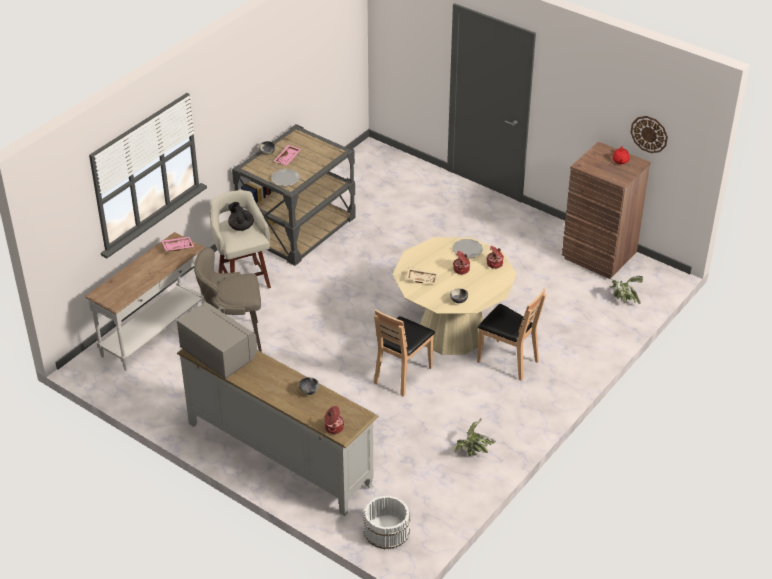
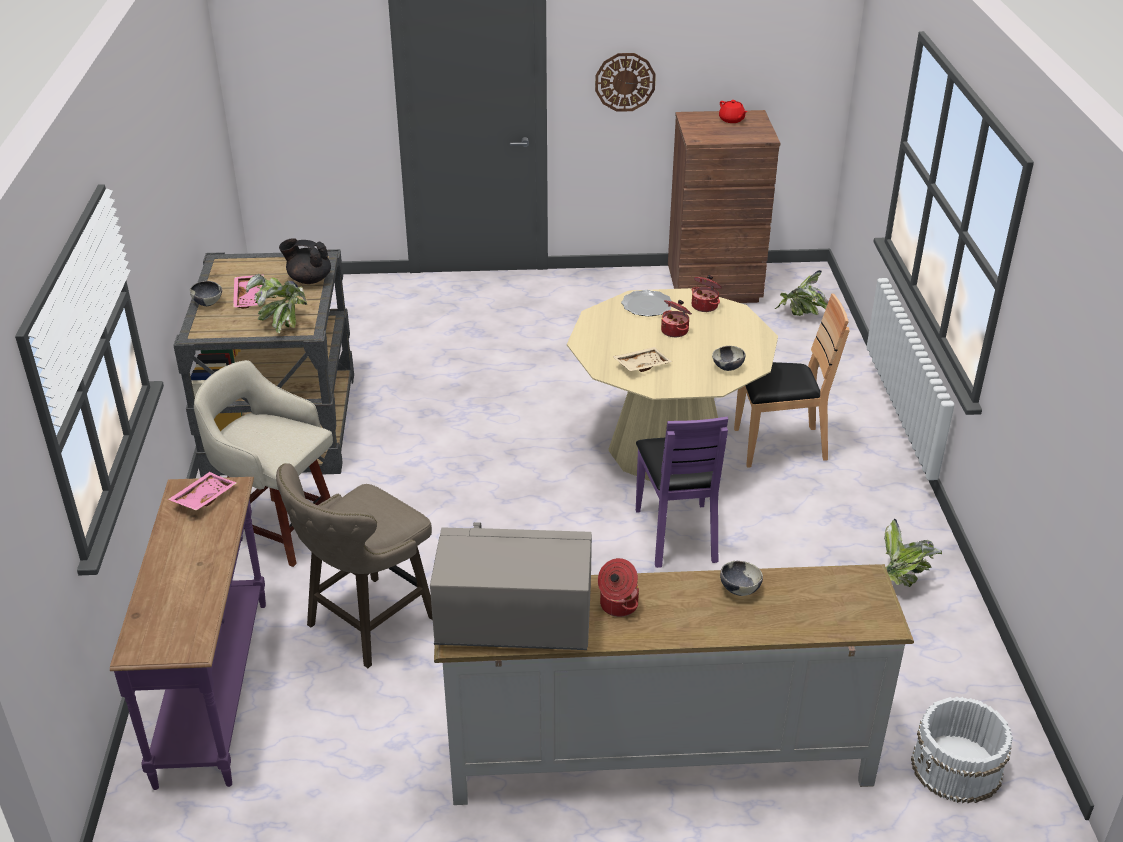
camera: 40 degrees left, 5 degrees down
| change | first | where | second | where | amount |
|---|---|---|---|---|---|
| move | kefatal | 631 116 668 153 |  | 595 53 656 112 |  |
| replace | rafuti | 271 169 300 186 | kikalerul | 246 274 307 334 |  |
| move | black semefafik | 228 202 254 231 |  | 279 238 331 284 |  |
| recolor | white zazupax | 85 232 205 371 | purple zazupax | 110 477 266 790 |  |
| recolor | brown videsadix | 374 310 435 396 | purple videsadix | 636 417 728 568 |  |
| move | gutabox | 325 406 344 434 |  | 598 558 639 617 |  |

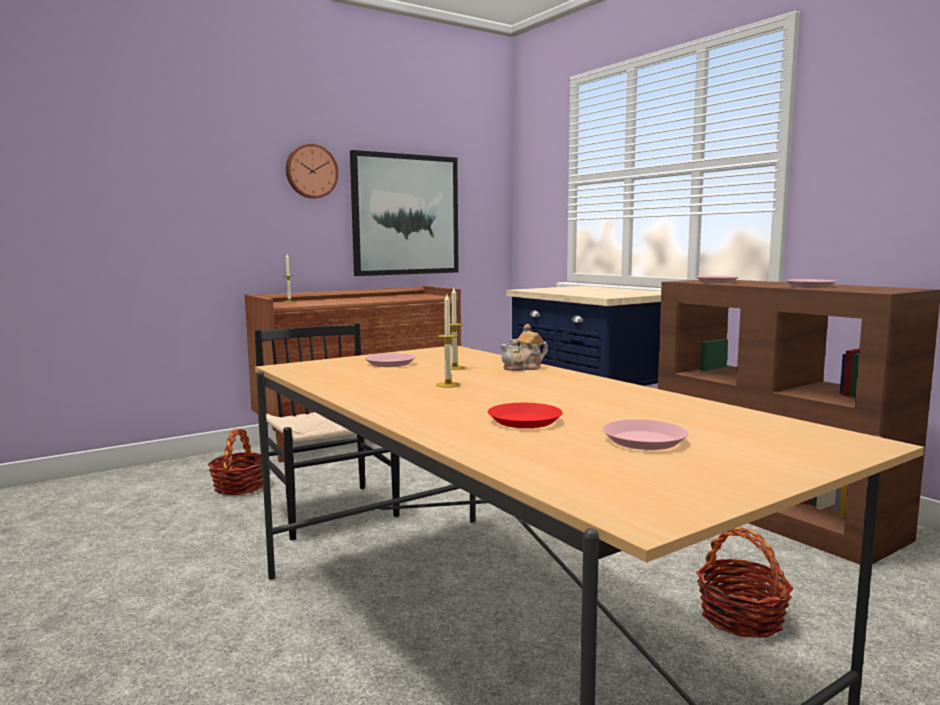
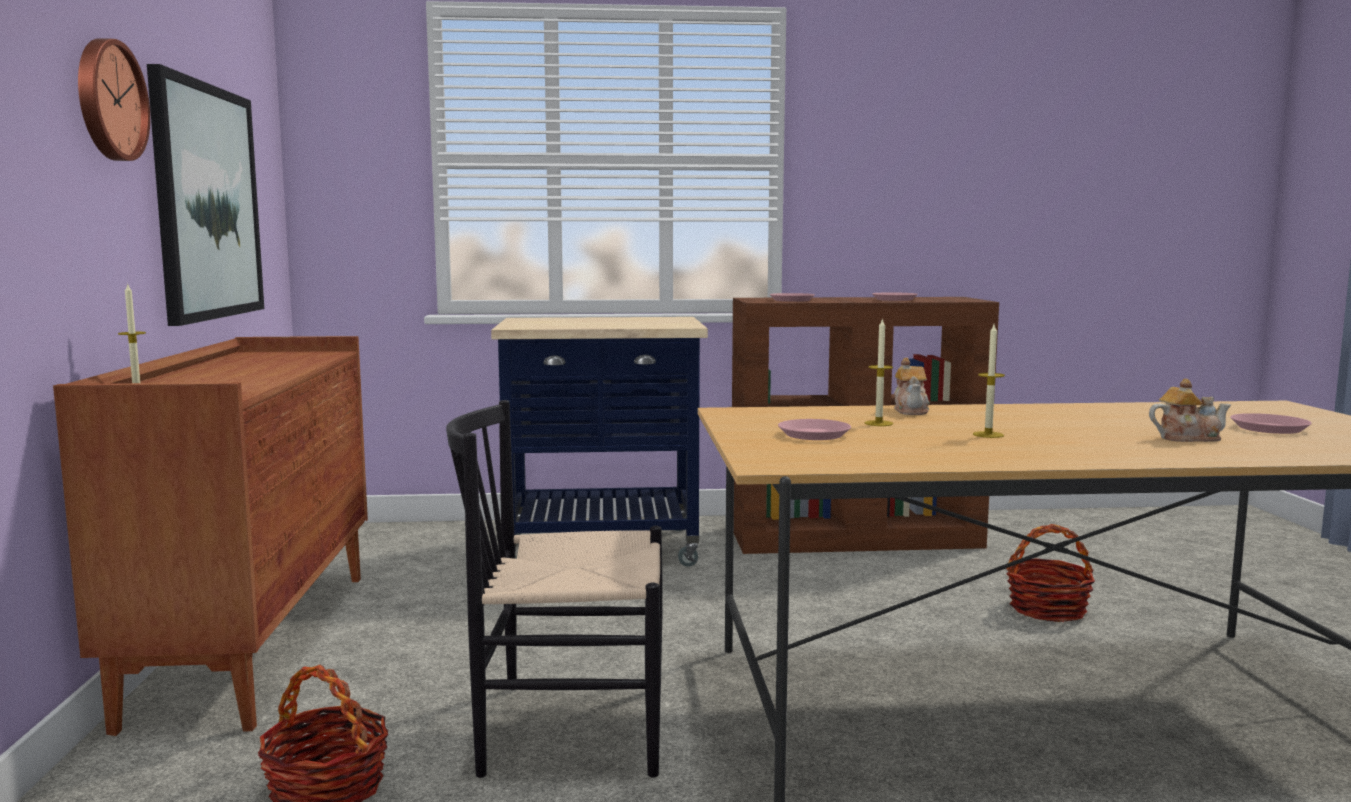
camera: 60 degrees left, 0 degrees up
| change | first | where | second | where | amount |
|---|---|---|---|---|---|
| replace | red rafuti | 488 403 563 428 | semefafik | 1149 379 1231 442 |  |

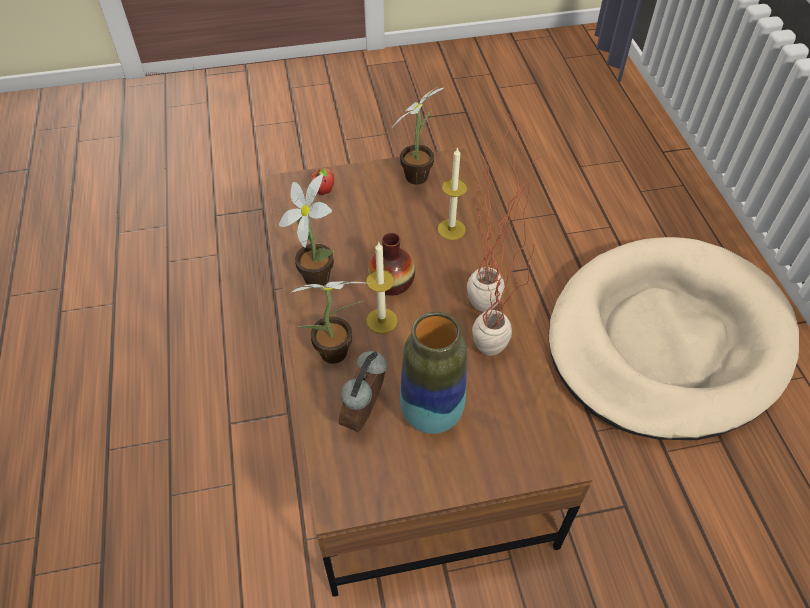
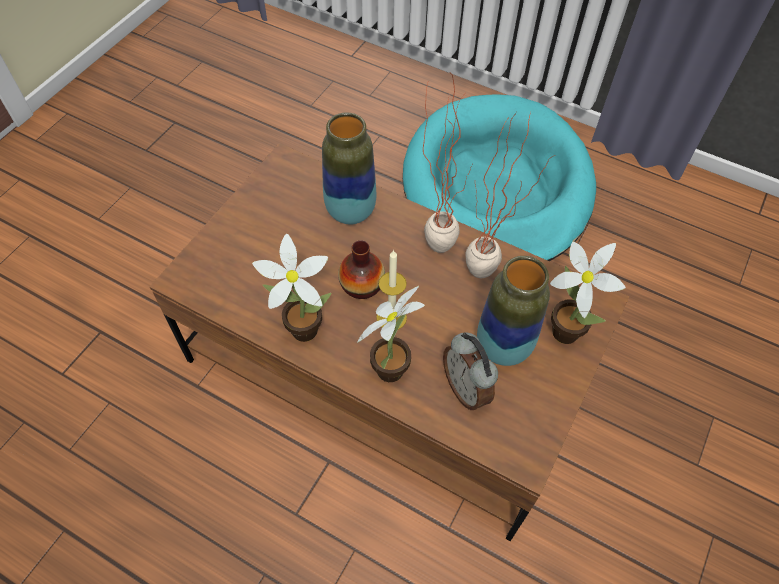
camera: 50 degrees left, 5 degrees up
| change | first | where | second | where | amount |
|---|---|---|---|---|---|
| move | kikalerul | 391 88 443 185 |  | 550 242 626 344 |  |
| replace | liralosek | 438 147 467 240 | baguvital | 322 113 376 225 |  |
| delete | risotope | 311 168 334 195 |  |  |  |
| recolor | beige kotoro | 549 237 799 440 | turquoise kotoro | 403 94 596 261 |  |

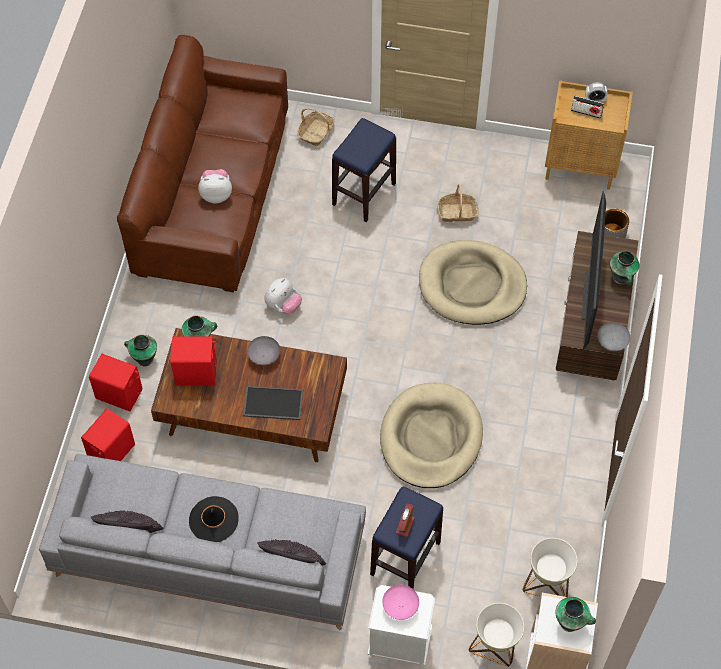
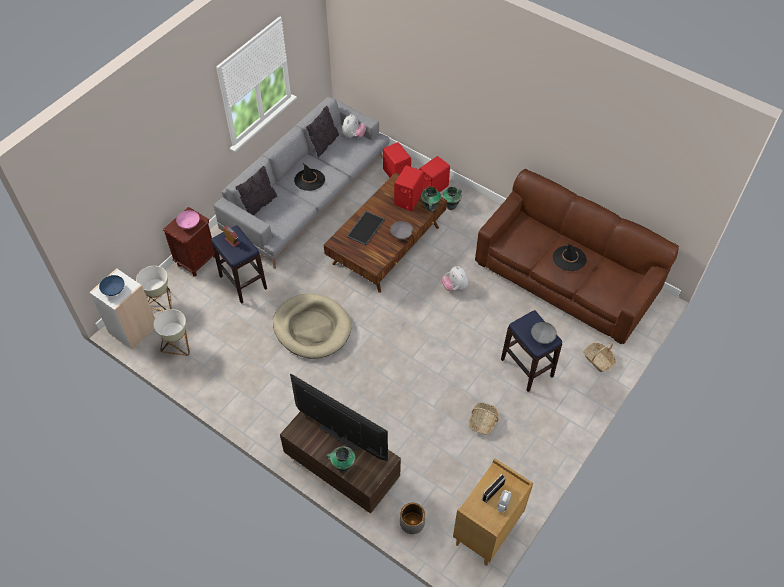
camera: 115 degrees right, 5 degrees down
| change | first | where | second | where | amount |
|---|---|---|---|---|---|
| move | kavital | 198 169 232 204 |  | 342 114 366 138 |  |
| delete | beige kotoro | 419 240 527 325 |  |  |  |
| move | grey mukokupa | 597 322 631 351 |  | 531 322 557 344 |  |
| recolor | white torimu | 368 585 435 666 | brown torimu | 163 207 215 276 |  |
| replace | baguvital | 555 597 596 632 | blue mukokupa | 99 275 124 296 |  |
| insert |  |  | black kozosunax | 553 243 586 271 |  |

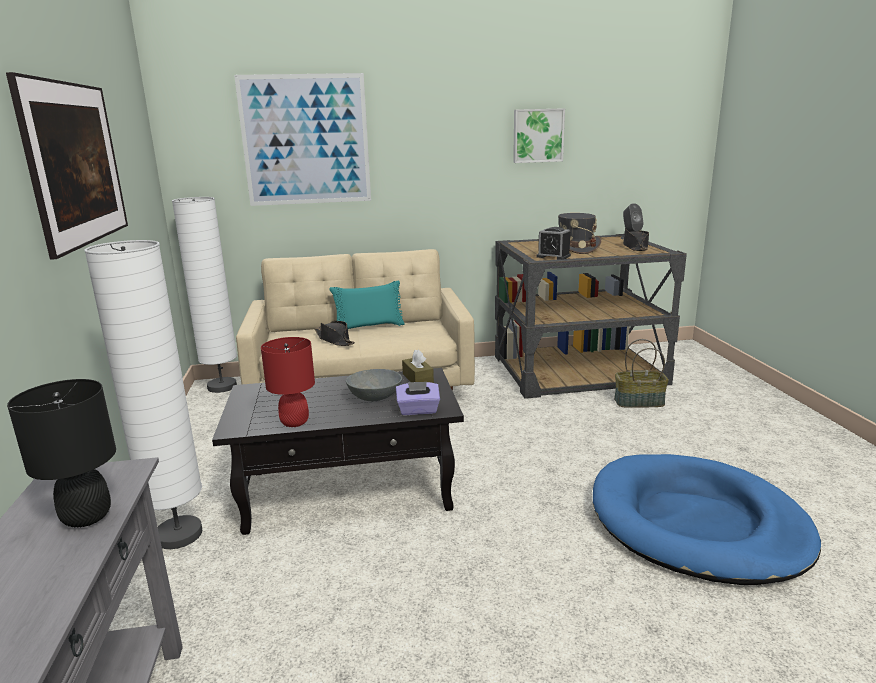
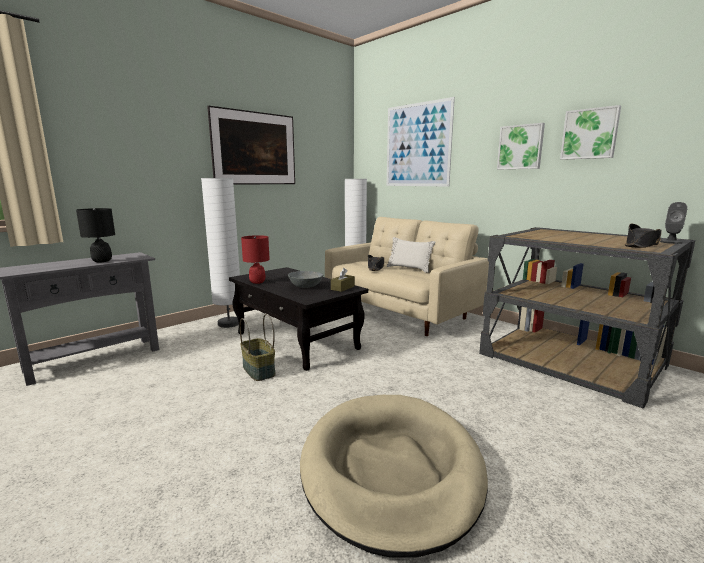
camera: 55 degrees right, 5 degrees down
| change | first | where | second | where | amount |
|---|---|---|---|---|---|
| delete | grey kozosunax | 558 213 602 254 |  |  |  |
| delete | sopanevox | 537 227 571 260 |  |  |  |
| recolor | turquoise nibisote | 329 281 405 329 | white nibisote | 387 237 435 273 |  |
| move | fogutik | 614 339 669 408 |  | 240 314 275 381 |  |
| delete | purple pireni | 396 382 440 415 |  |  |  |
| recolor | blue kotoro | 593 454 821 585 | beige kotoro | 300 395 488 558 |  |
| insert |  |  | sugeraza | 497 123 545 169 |  |

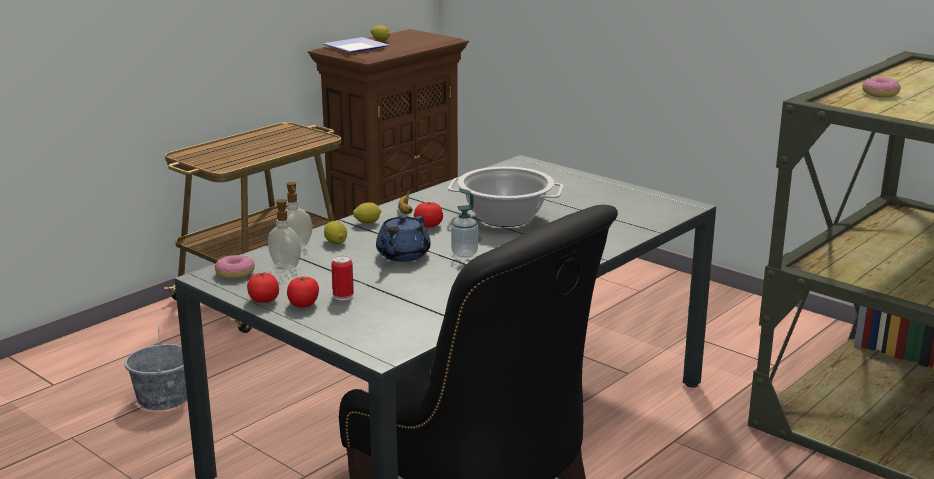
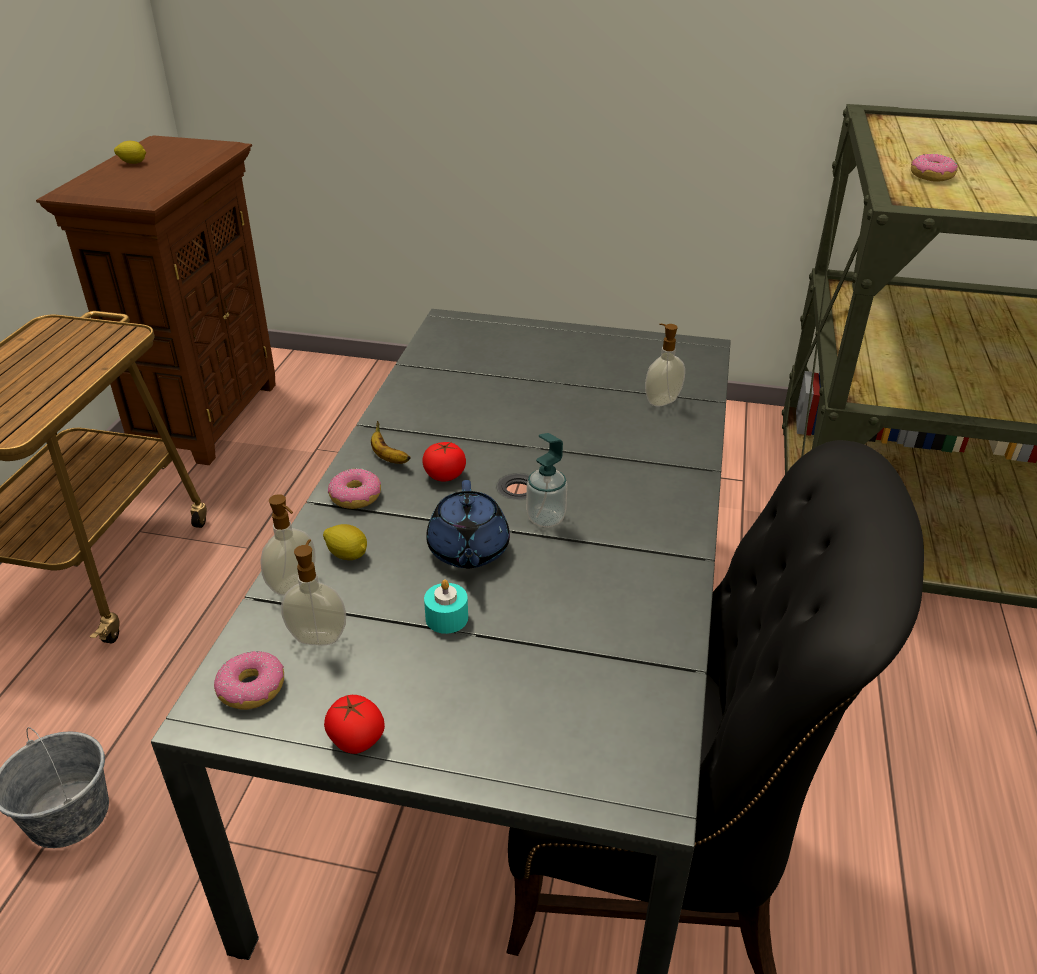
camera: 30 degrees left, 15 degrees up
| change | first | where | second | where | amount |
|---|---|---|---|---|---|
| delete | rafuti | 324 37 389 52 |  |  |  |
| delete | gutabox | 448 167 564 227 |  |  |  |
| replace | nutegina | 353 202 381 224 | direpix | 328 468 381 509 |  |
| delete | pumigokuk | 331 256 354 300 |  |  |  |
| delete | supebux | 287 276 319 308 |  |  |  |
| insert |  |  | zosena | 645 324 685 407 |  |
| insert |  |  | turquoise liralosek | 424 580 468 634 |  |

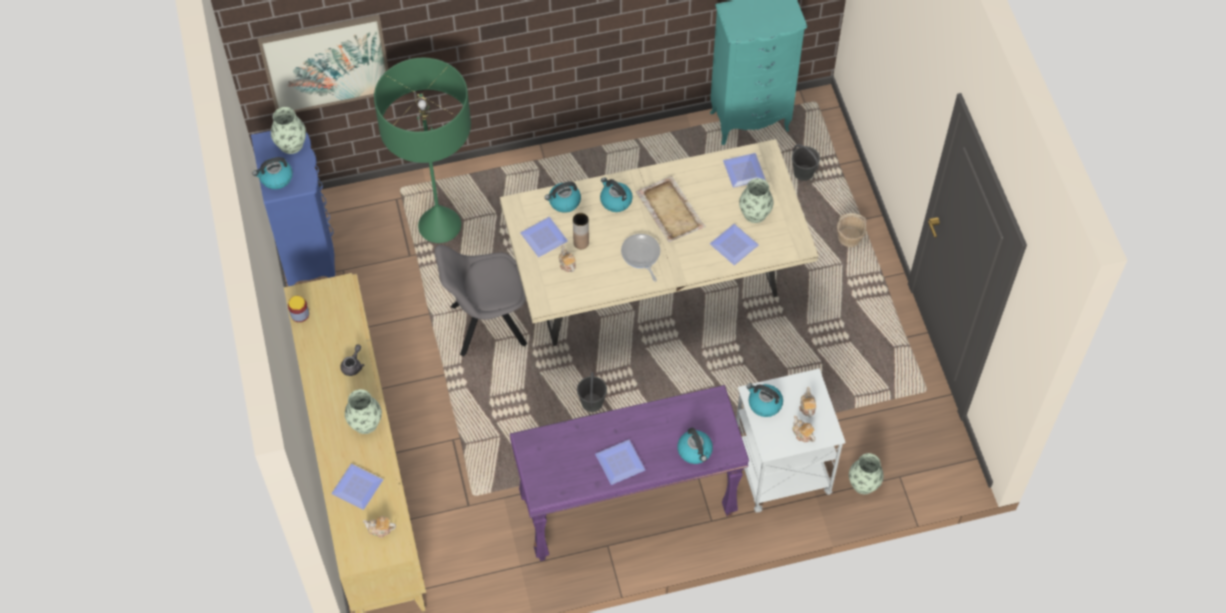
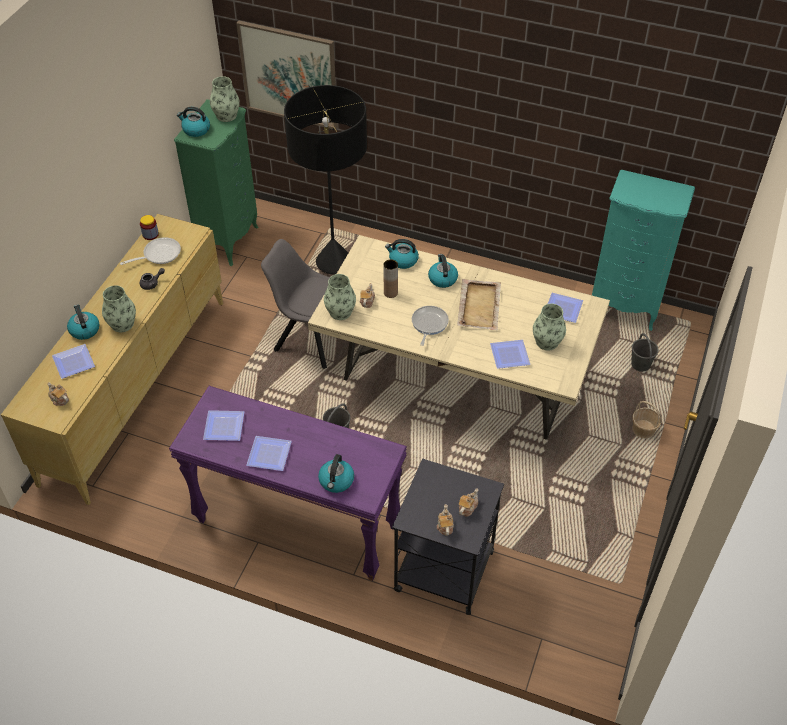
camera: 35 degrees right, 10 degrees down
| change | first | where | second | where | amount |
|---|---|---|---|---|---|
| recolor | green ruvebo | 374 58 471 243 | black ruvebo | 284 85 367 274 |  |
| recolor | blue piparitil | 251 131 335 286 | green piparitil | 174 99 258 266 |  |
| move | rafuti | 520 217 568 257 |  | 203 410 244 441 |  |
| recolor | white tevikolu | 736 368 846 512 | black tevikolu | 392 459 504 615 |  |
| move | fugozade | 746 383 783 417 |  | 67 304 100 340 |  |
| move | baguvital | 849 453 884 494 |  | 324 274 356 320 |  |
| insert |  |  | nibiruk | 120 237 181 265 |  |

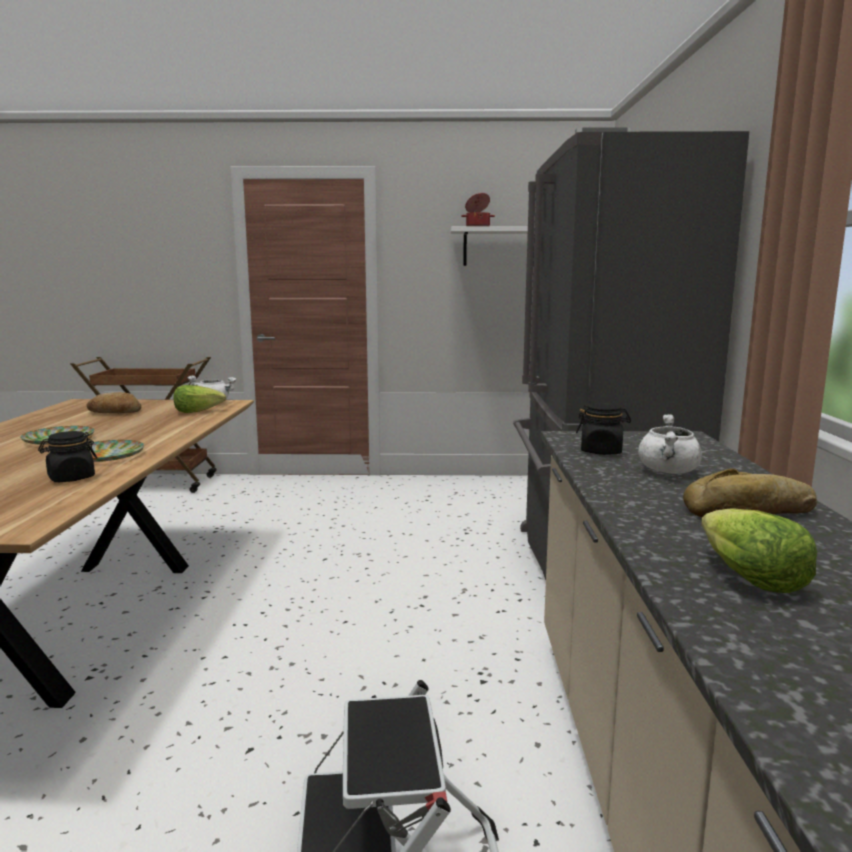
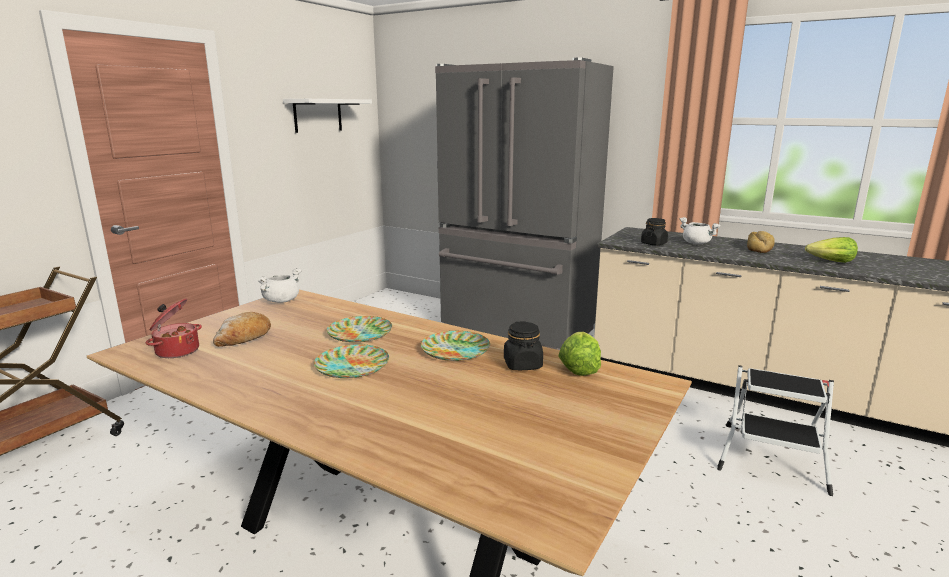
camera: 60 degrees left, 5 degrees up
| change | first | where | second | where | amount |
|---|---|---|---|---|---|
| move | gutabox | 461 193 495 227 |  | 146 299 202 358 |  |
| move | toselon | 173 385 226 413 |  | 558 332 601 376 |  |
| insert |  |  | rafuti | 327 316 392 342 |  |

